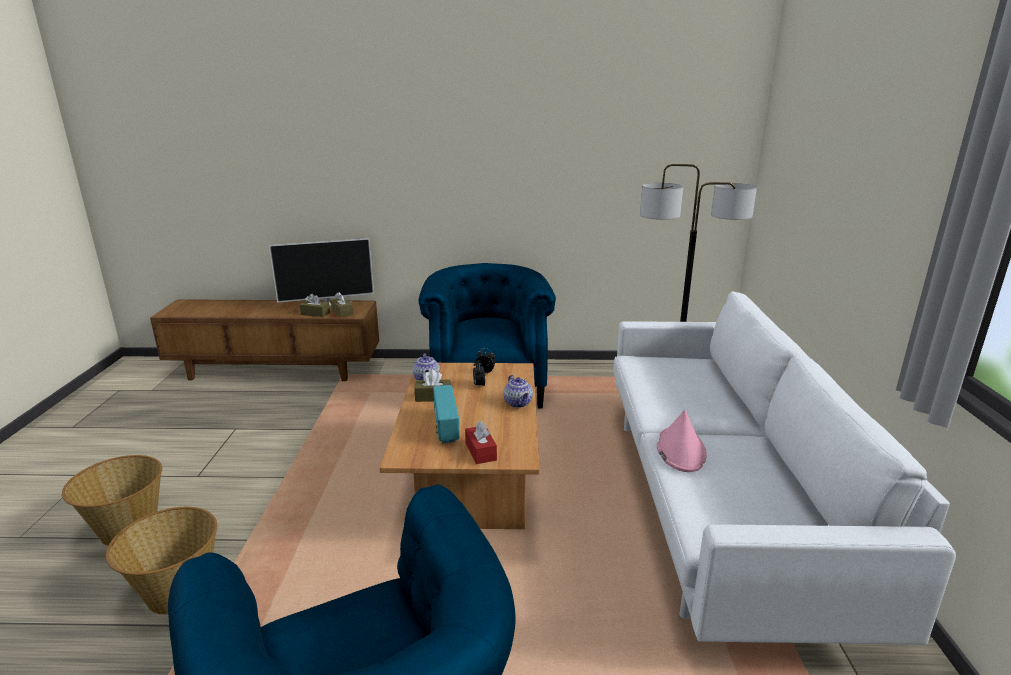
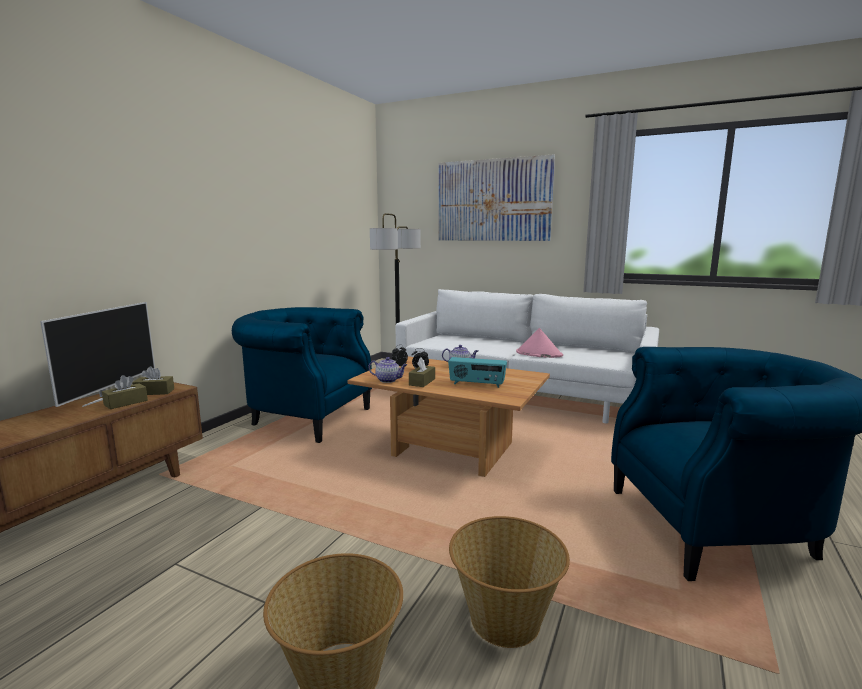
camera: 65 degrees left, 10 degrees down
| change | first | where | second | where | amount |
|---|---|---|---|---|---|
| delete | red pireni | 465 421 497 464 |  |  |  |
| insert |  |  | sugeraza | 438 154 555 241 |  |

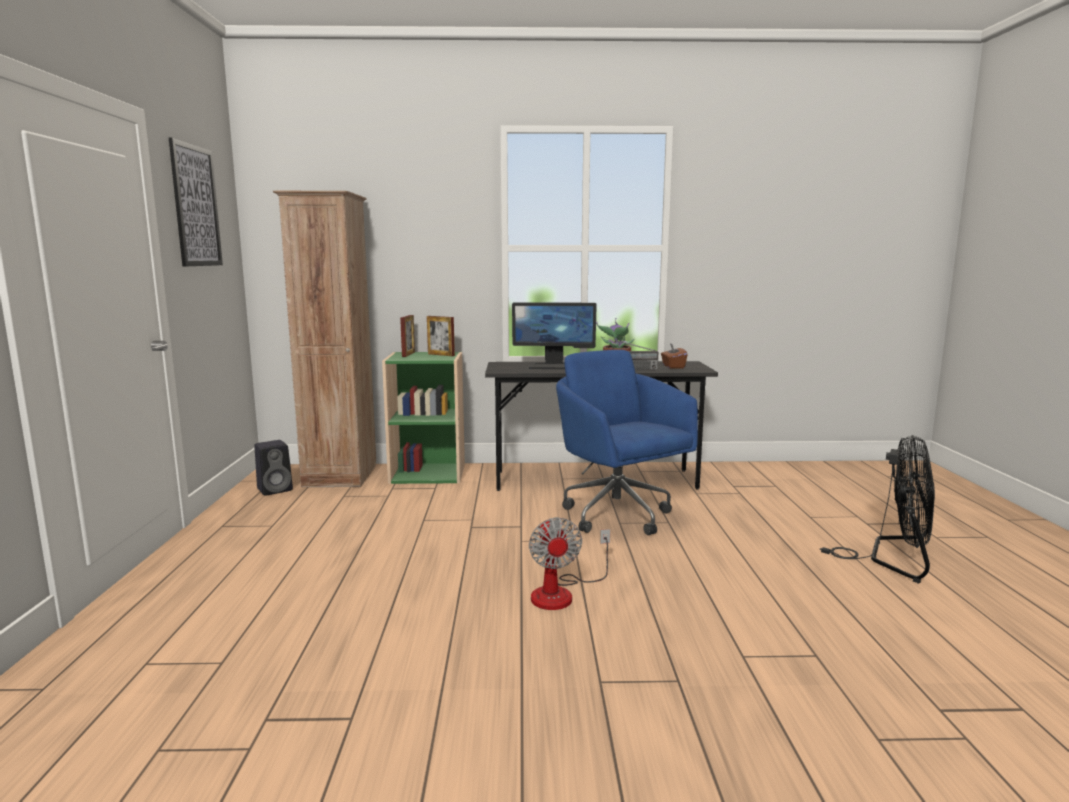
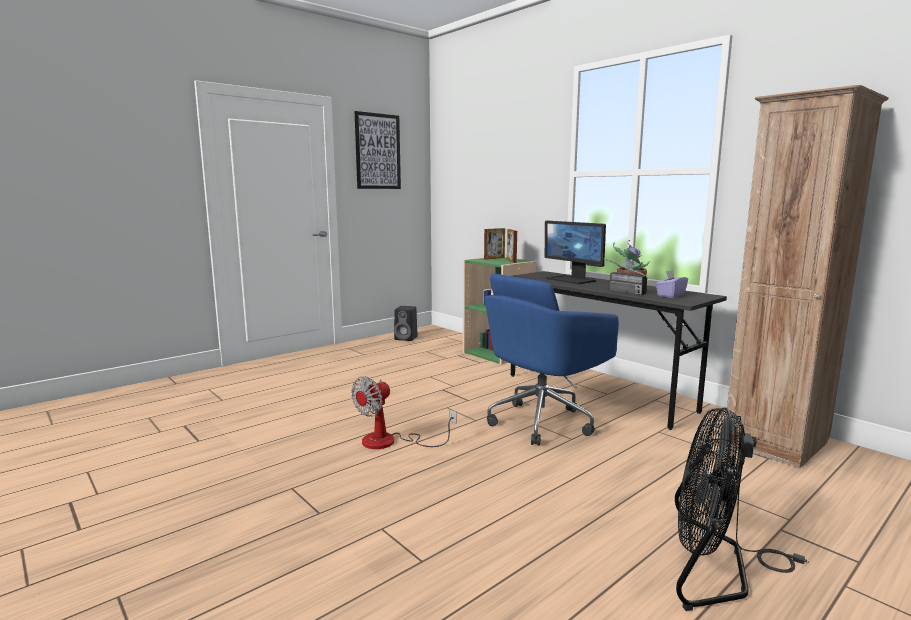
camera: 50 degrees right, 0 degrees up
| change | first | where | second | where | amount |
|---|---|---|---|---|---|
| move | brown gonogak | 273 191 376 487 |  | 726 85 889 468 |  |
| recolor | brown pireni | 661 343 688 369 | purple pireni | 655 270 688 298 |  |
| rotate | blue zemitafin | 556 350 698 535 |  | 484 274 619 446 | 150 degrees counterclockwise |
| rotate | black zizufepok | 819 435 935 584 |  | 675 407 809 611 | 120 degrees clockwise |

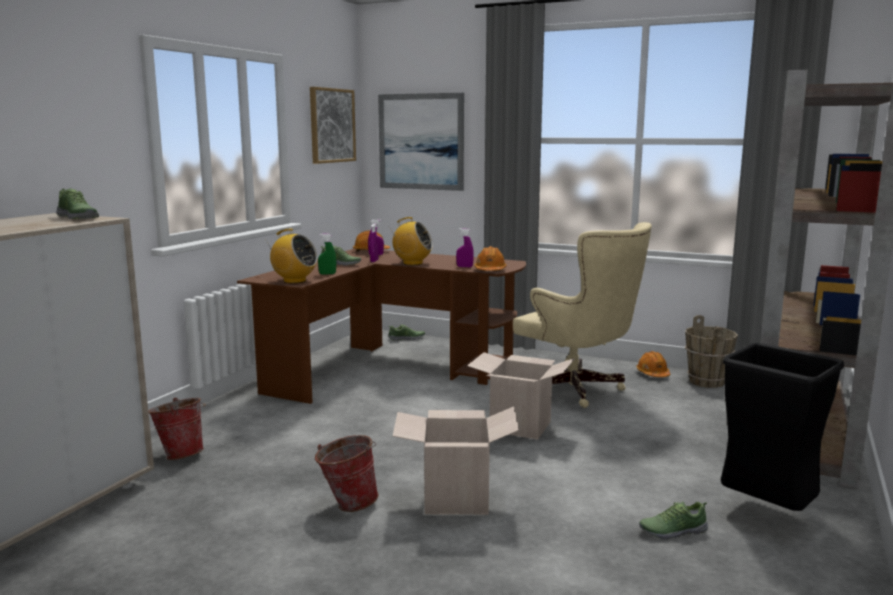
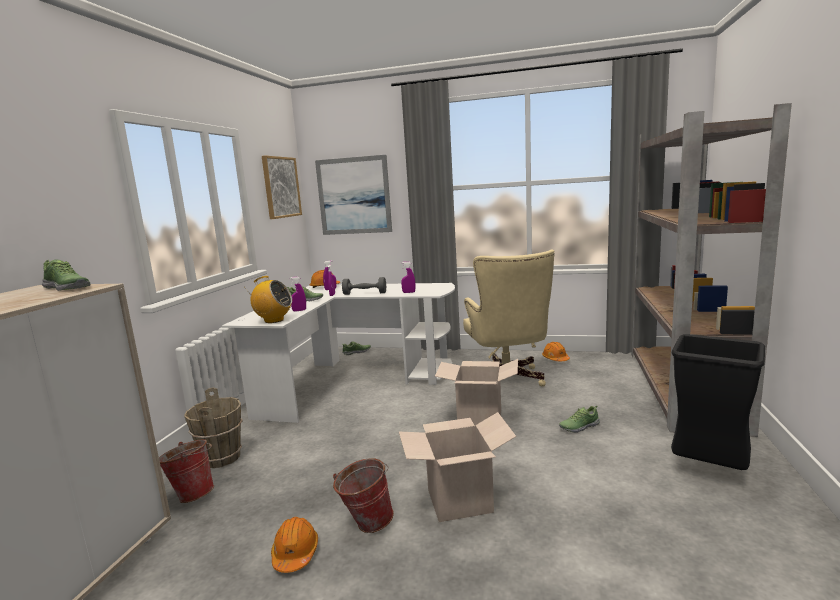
camera: 10 degrees left, 0 degrees up
| change | first | where | second | where | amount |
|---|---|---|---|---|---|
| replace | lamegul | 388 217 433 265 | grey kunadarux | 342 277 386 295 |  |
| rotate | beige zemitafin | 513 222 652 408 |  | 463 249 555 387 | 45 degrees clockwise |
| recolor | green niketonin | 318 233 336 275 | purple niketonin | 290 277 306 312 |  |
| move | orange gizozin | 474 246 507 271 |  | 271 517 318 573 |  |
| recolor | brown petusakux | 237 249 526 404 | white petusakux | 222 283 455 423 |  |
| move | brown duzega | 685 315 738 388 |  | 184 388 243 468 |  |
| move | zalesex | 639 502 708 540 |  | 559 406 600 433 |  |

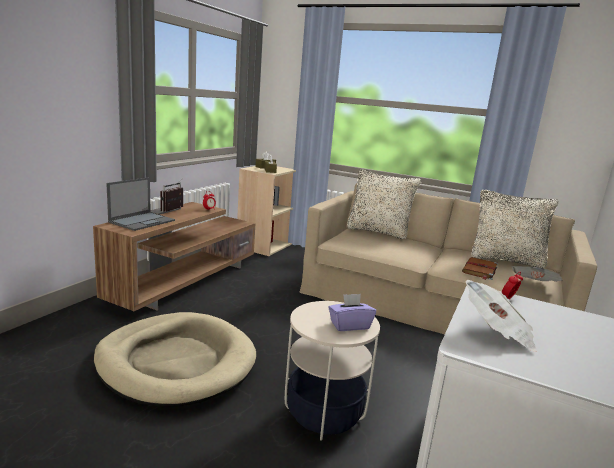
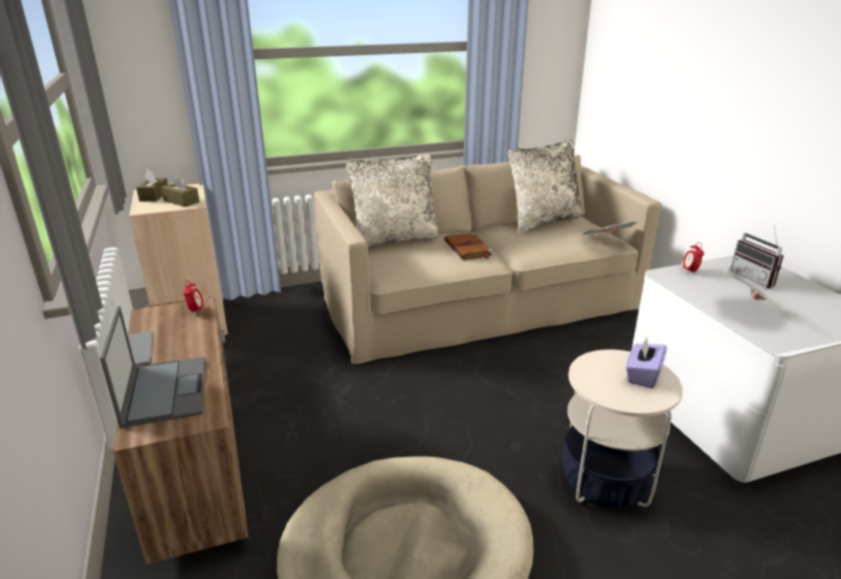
camera: 45 degrees left, 10 degrees up
| change | first | where | second | where | amount |
|---|---|---|---|---|---|
| move | lamegul | 160 180 183 212 |  | 730 227 784 288 |  |
| move | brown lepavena | 462 257 498 280 |  | 444 233 493 260 |  |

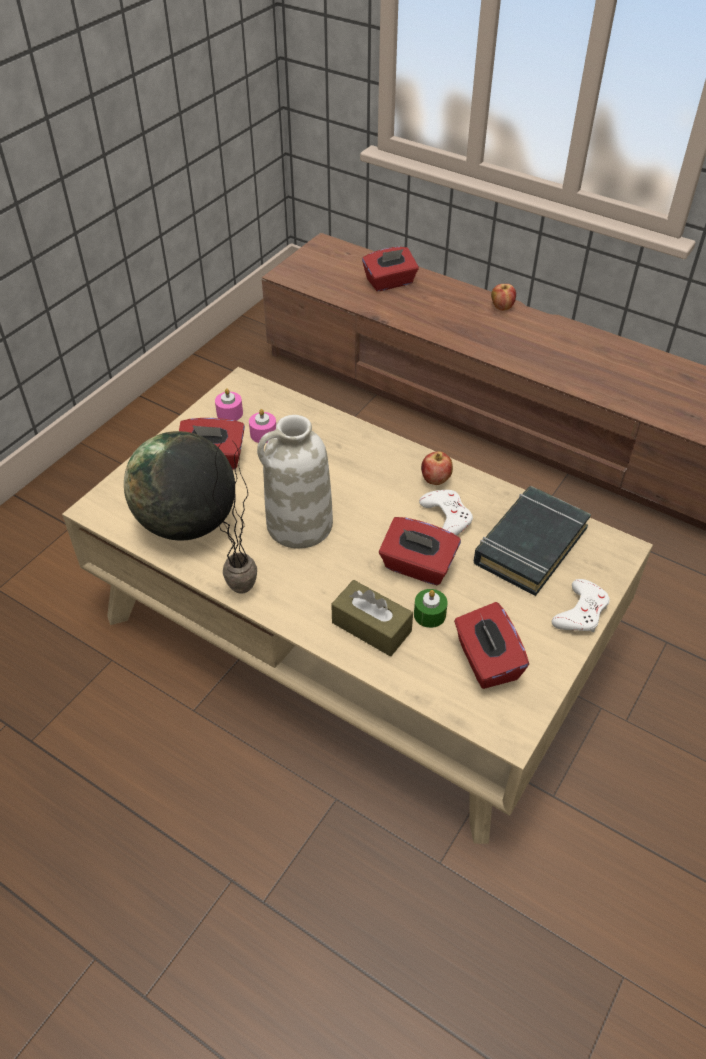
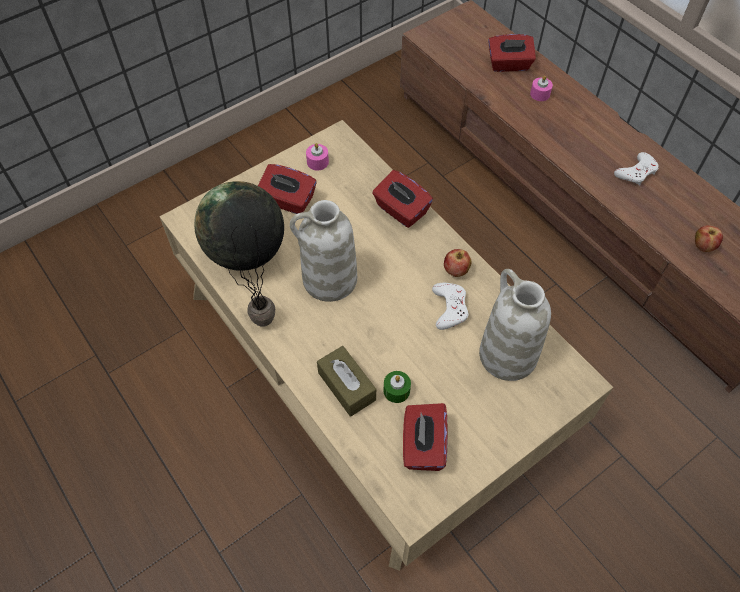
camera: 20 degrees right, 10 degrees up
| change | first | where | second | where | amount |
|---|---|---|---|---|---|
| move | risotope | 491 284 516 311 |  | 695 225 723 252 |  |
| move | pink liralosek | 249 409 276 443 |  | 530 76 553 101 |  |
| replace | black lepavena | 474 486 591 596 | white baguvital | 479 269 551 381 |  |
| move | red pireni | 379 517 461 585 |  | 372 170 433 228 |  |
| move | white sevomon | 551 579 610 632 |  | 614 152 659 186 |  |

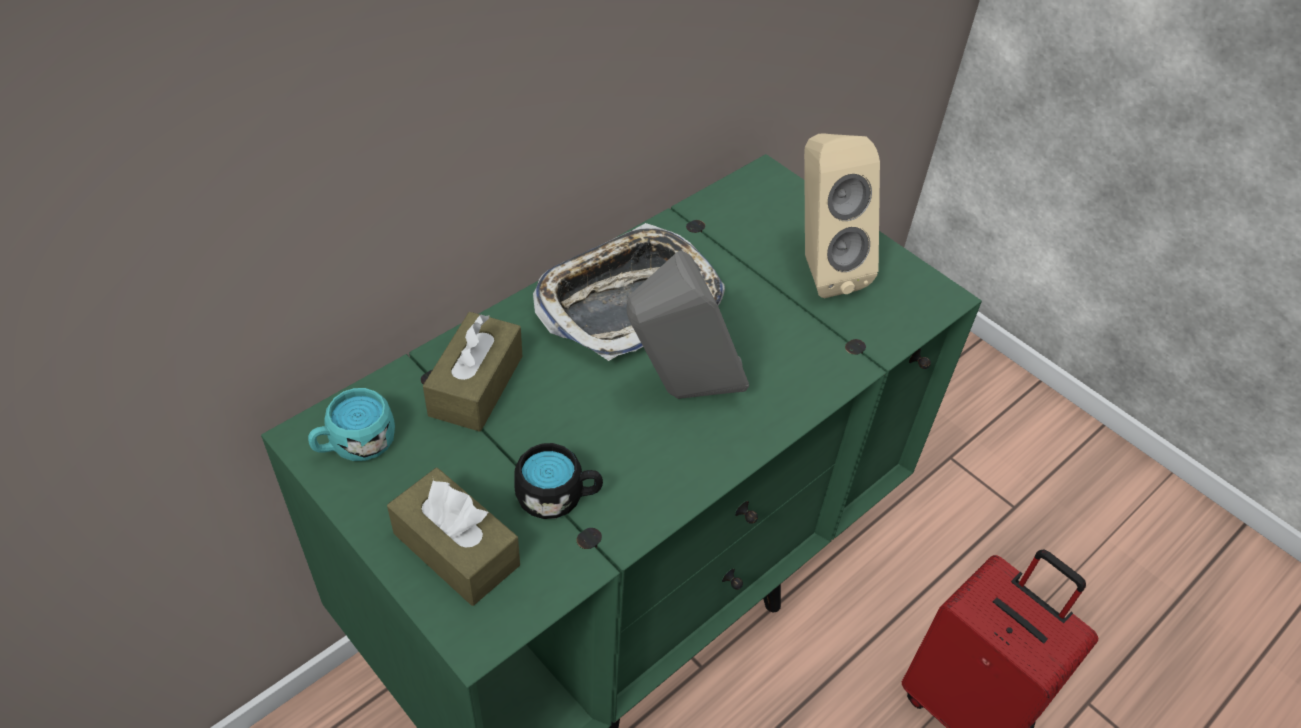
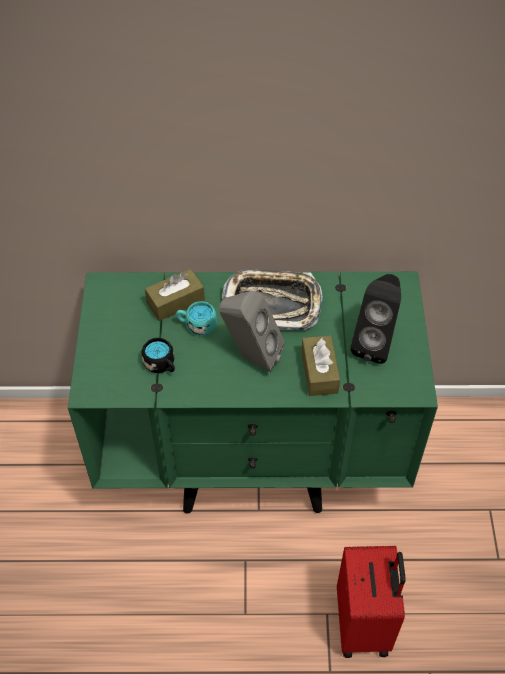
camera: 45 degrees right, 5 degrees up
| change | first | where | second | where | amount |
|---|---|---|---|---|---|
| recolor | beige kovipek | 804 134 880 298 | black kovipek | 350 274 401 364 |  |
| move | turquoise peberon | 308 388 395 461 |  | 176 301 217 336 |  |
| move | brown pireni | 387 468 520 606 |  | 301 335 340 396 |  |

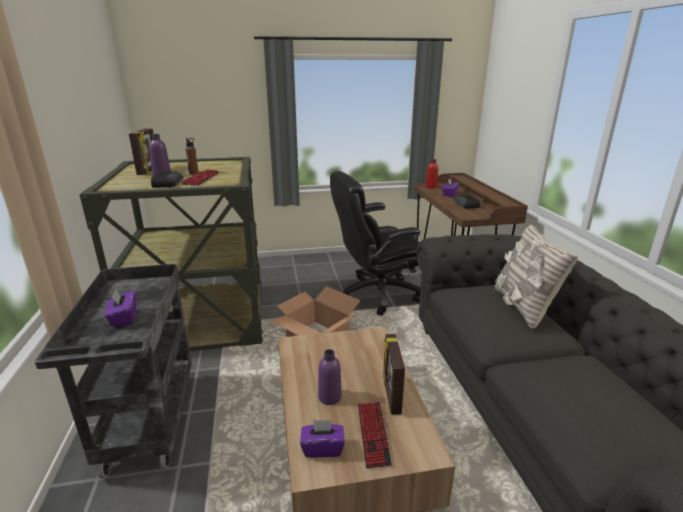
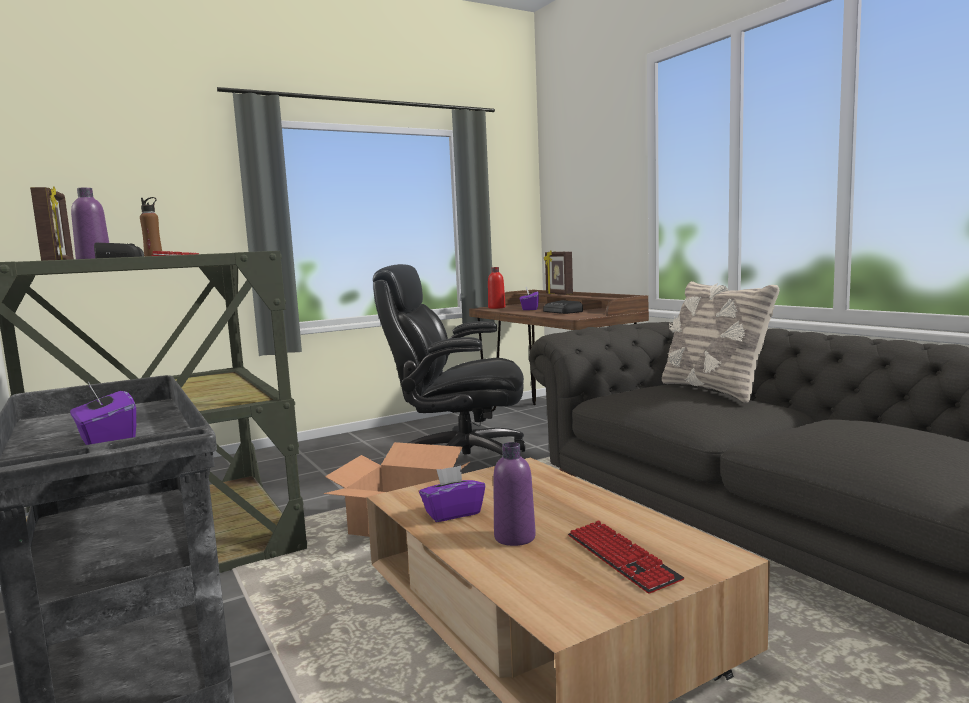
camera: 20 degrees left, 15 degrees down
| change | first | where | second | where | amount |
|---|---|---|---|---|---|
| rotate | black zemitafin | 330 171 421 315 |  | 373 264 525 455 | 45 degrees clockwise |
| move | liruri | 383 334 405 415 |  | 544 250 573 295 |  |
| move | purple pireni | 300 420 345 458 |  | 419 465 485 522 |  |

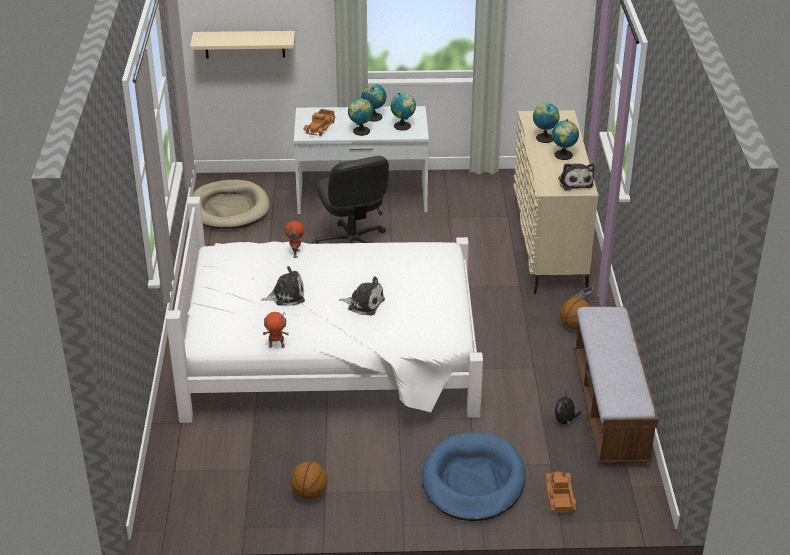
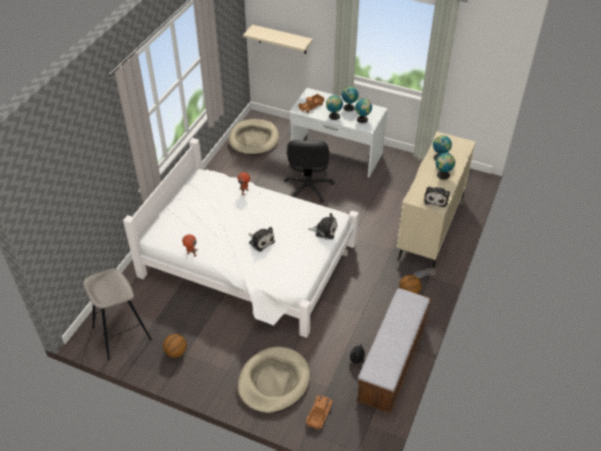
camera: 25 degrees right, 10 degrees up
| change | first | where | second | where | amount |
|---|---|---|---|---|---|
| move | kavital | 261 266 305 306 |  | 308 213 338 239 |  |
| recolor | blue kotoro | 422 432 526 521 | beige kotoro | 238 346 310 413 |  |
| insert |  |  | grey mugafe | 83 269 152 360 |  |

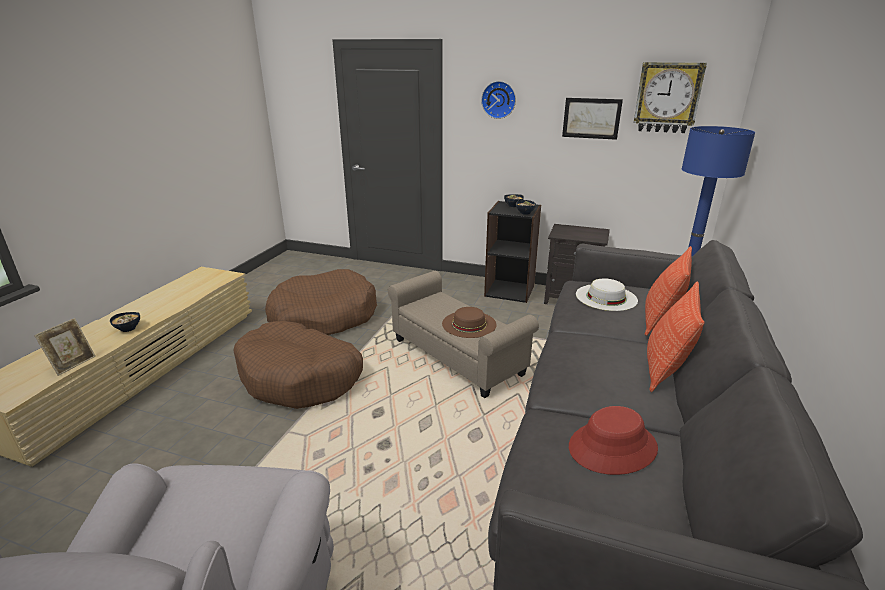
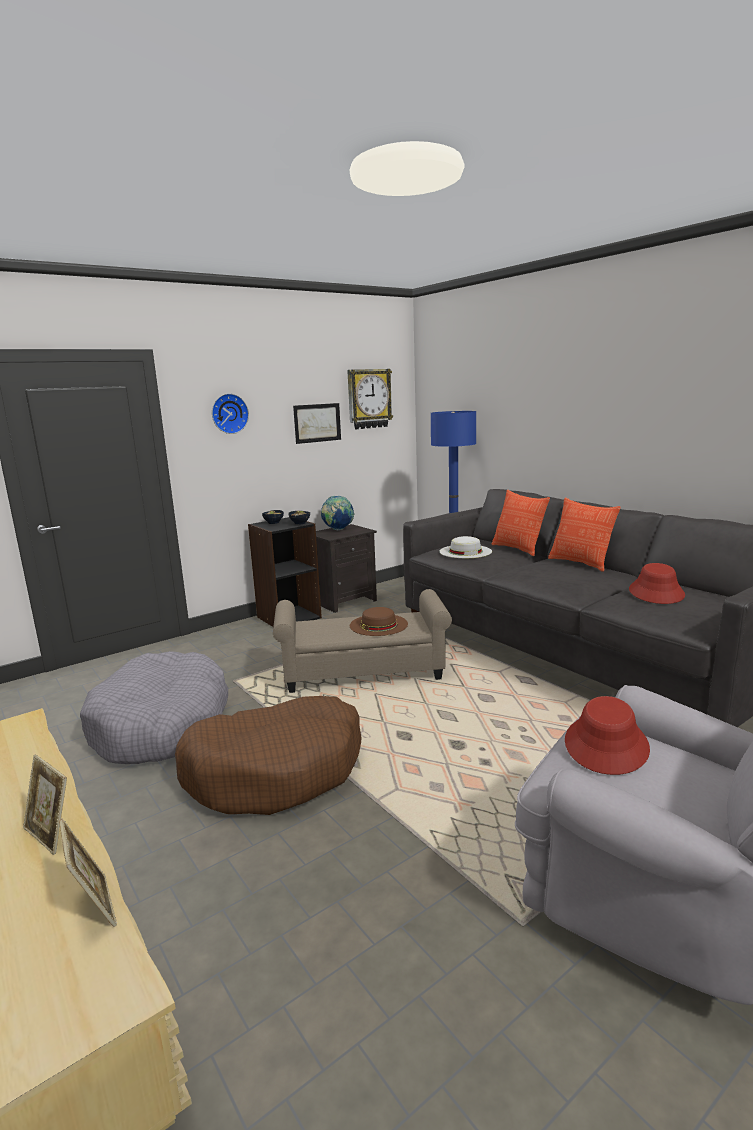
camera: 55 degrees left, 10 degrees down
| change | first | where | second | where | amount |
|---|---|---|---|---|---|
| recolor | brown kotoro | 265 269 377 335 | grey kotoro | 80 651 228 764 |  |
| replace | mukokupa | 110 312 140 332 | liruri | 23 755 67 855 |  |
| insert |  |  | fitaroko | 321 496 355 530 |  |
| insert |  |  | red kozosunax | 565 696 650 775 |  |

